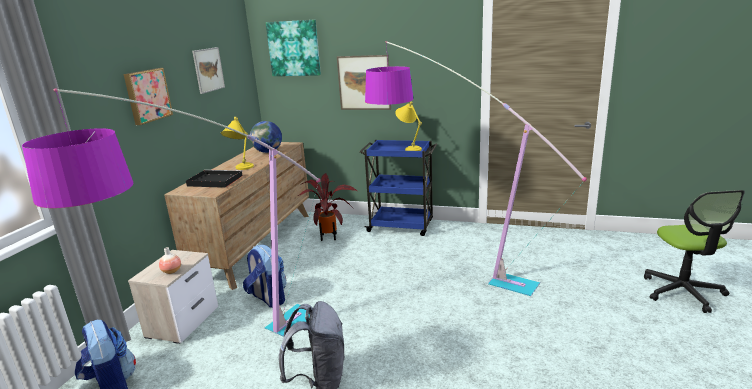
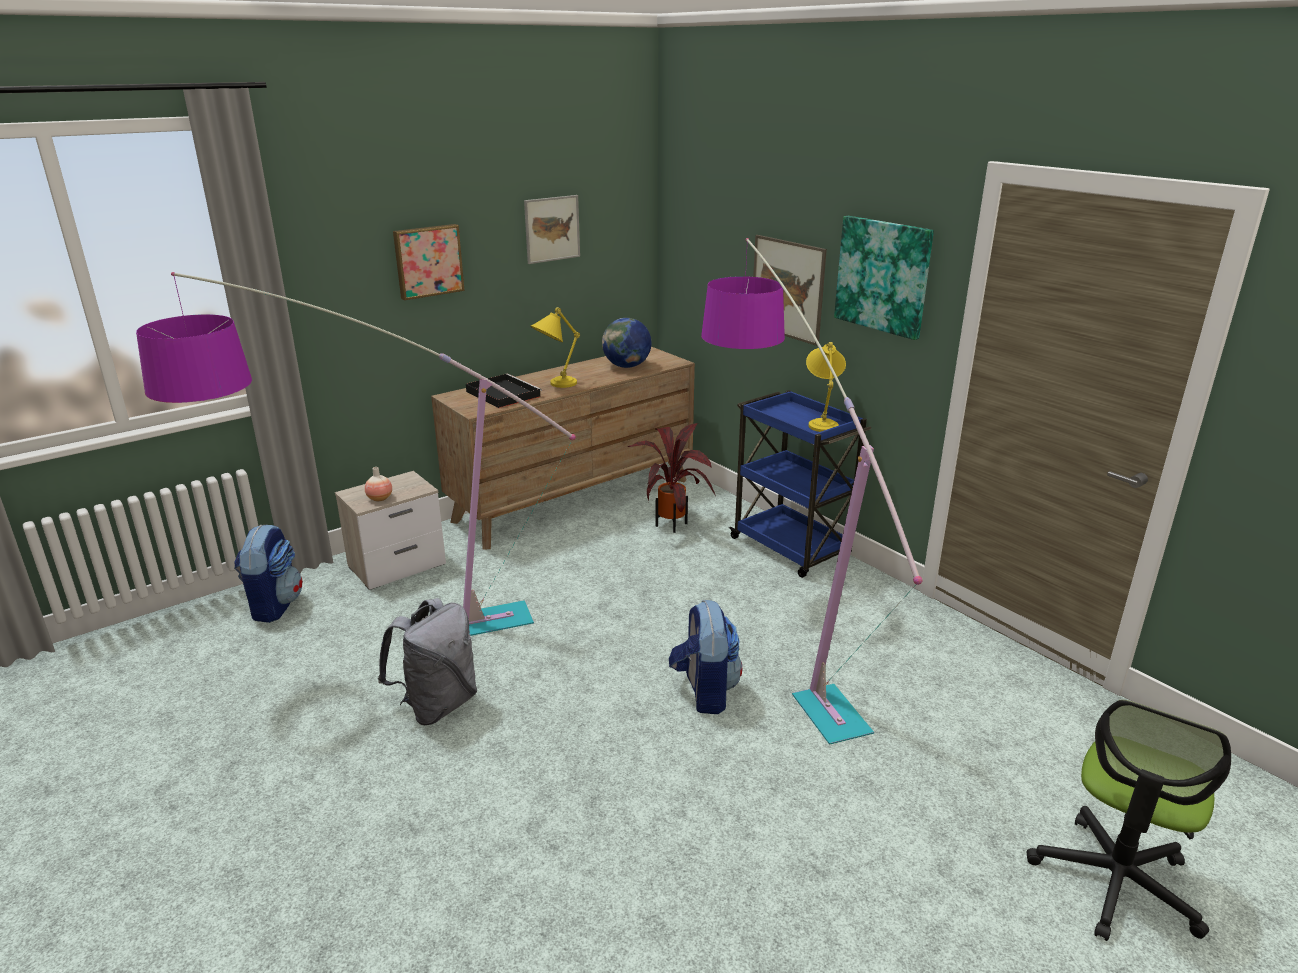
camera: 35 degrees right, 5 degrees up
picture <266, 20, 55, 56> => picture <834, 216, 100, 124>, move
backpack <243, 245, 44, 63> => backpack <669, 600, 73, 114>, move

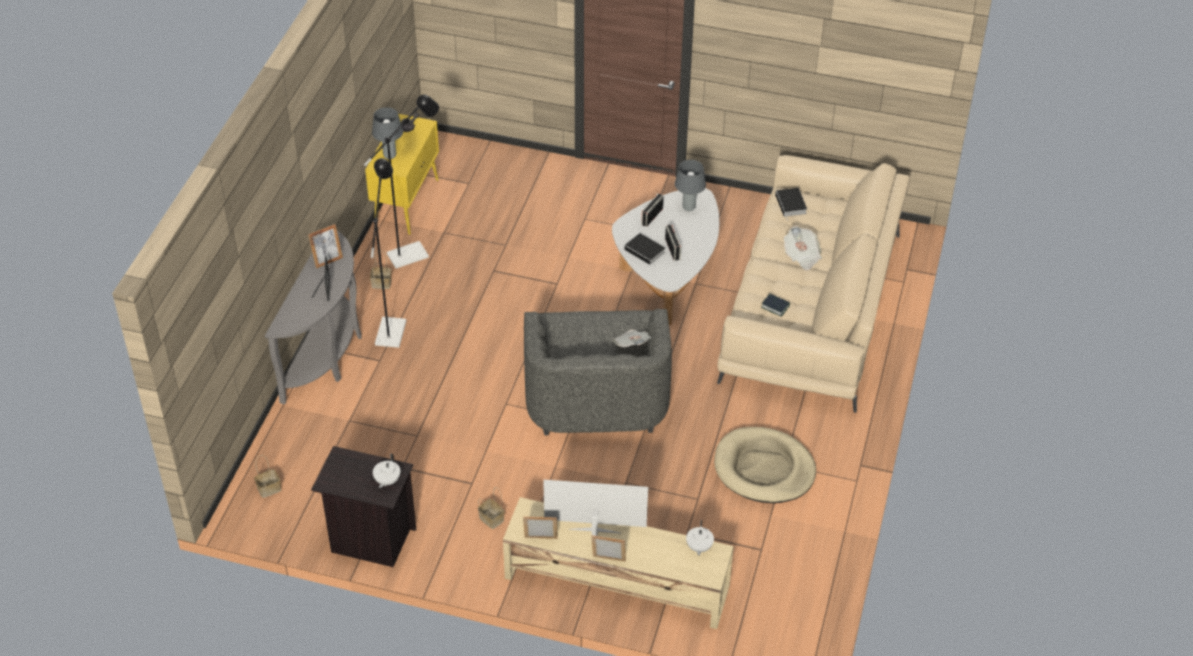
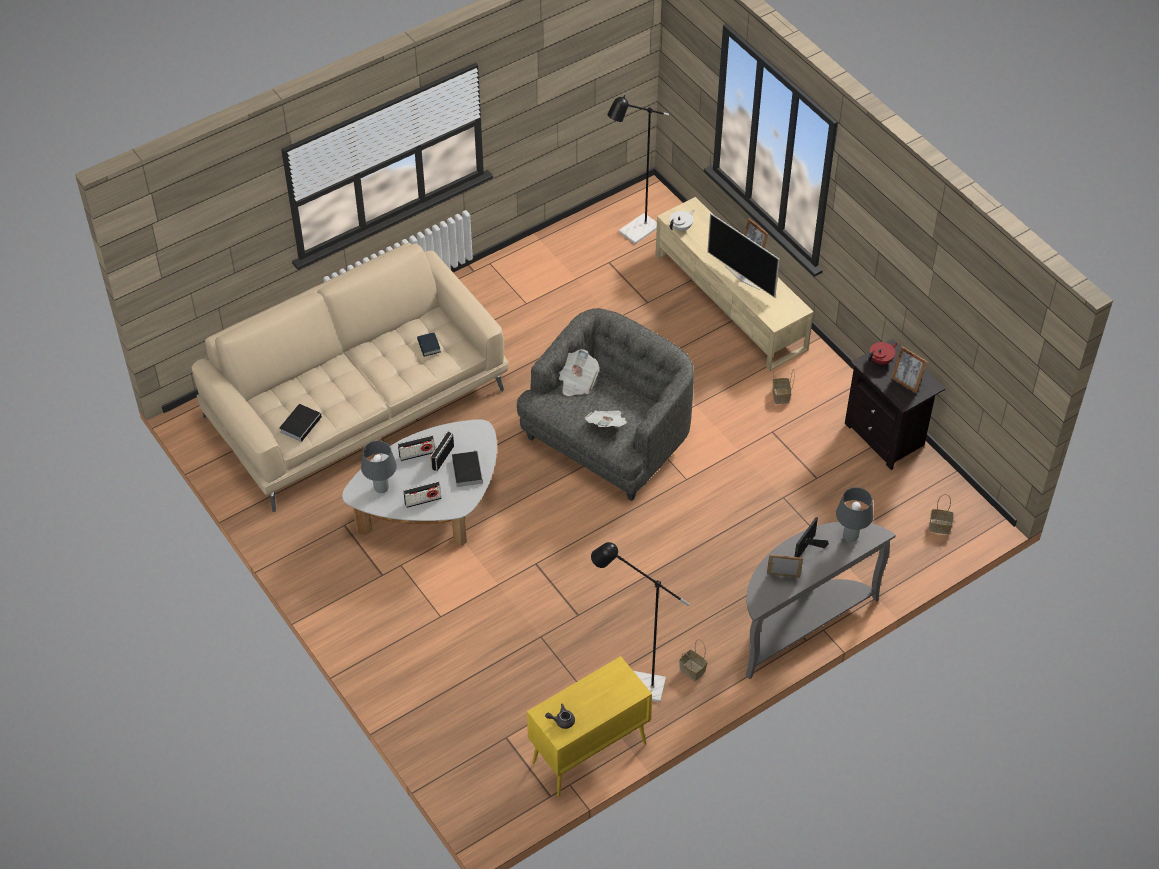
camera: 140 degrees left, 5 degrees up
grey table lamp <372, 107, 31, 52> => grey table lamp <836, 487, 37, 55>, move
black floor lamp <371, 158, 35, 190> => black floor lamp <607, 95, 62, 149>, move
newspaper <784, 226, 38, 45> => newspaper <585, 410, 42, 17>, move
beige dog bed <714, 427, 102, 76> => nothing
white teapot <373, 454, 27, 34> => red teapot <868, 342, 30, 23>
picture frame <523, 517, 35, 22> => picture frame <891, 346, 36, 47>, move
nothing => radio <398, 435, 37, 26>

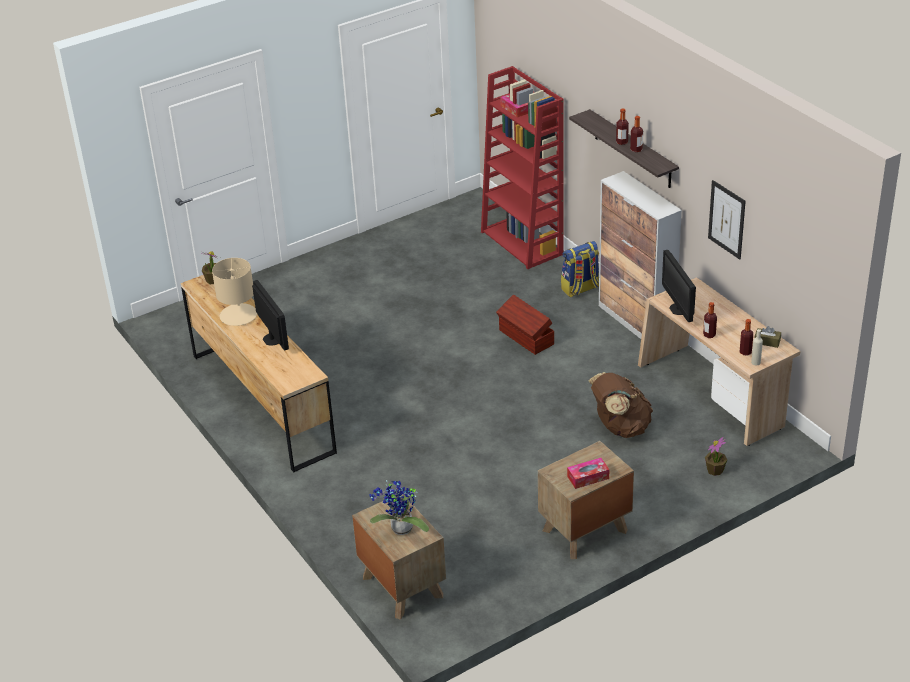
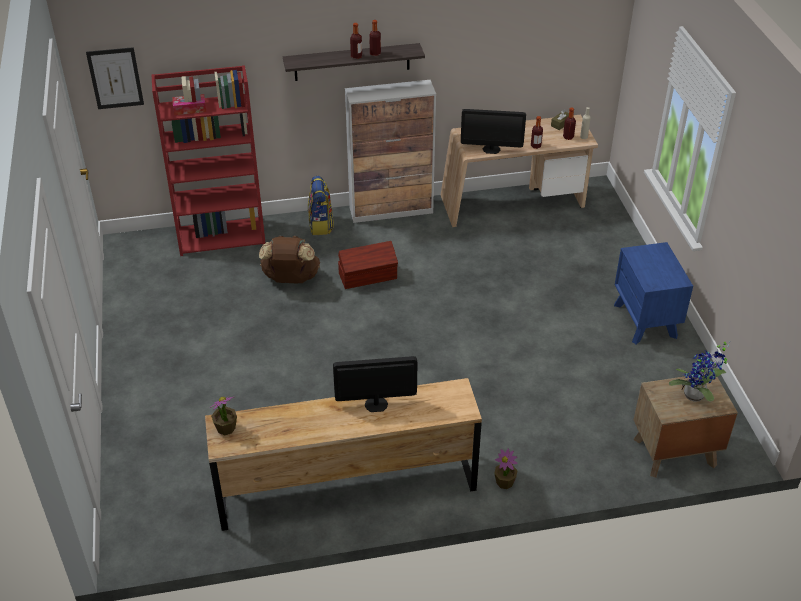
camera: 70 degrees left, 5 degrees up
picture <708, 180, 38, 80> => picture <86, 47, 58, 62>, move
beige table lamp <212, 258, 45, 68> => nothing
brown backpack <589, 372, 64, 66> => brown backpack <259, 236, 61, 47>, move
potted plant <705, 437, 22, 39> => potted plant <494, 449, 24, 40>, move
brown nightstand <538, 441, 96, 118> => blue nightstand <614, 242, 79, 102>
tissue box <567, 458, 42, 31> => nothing

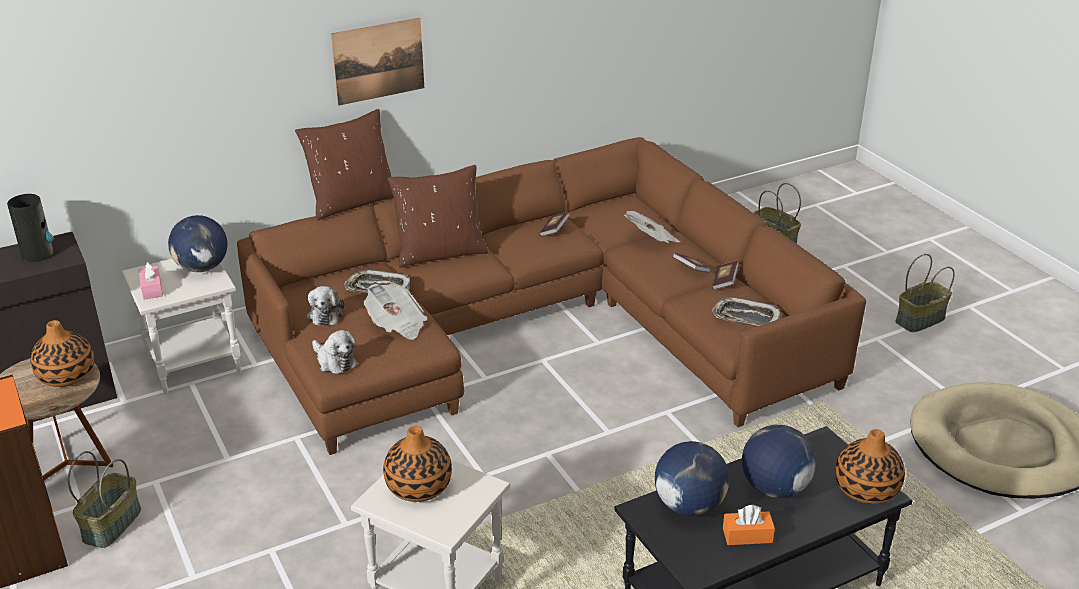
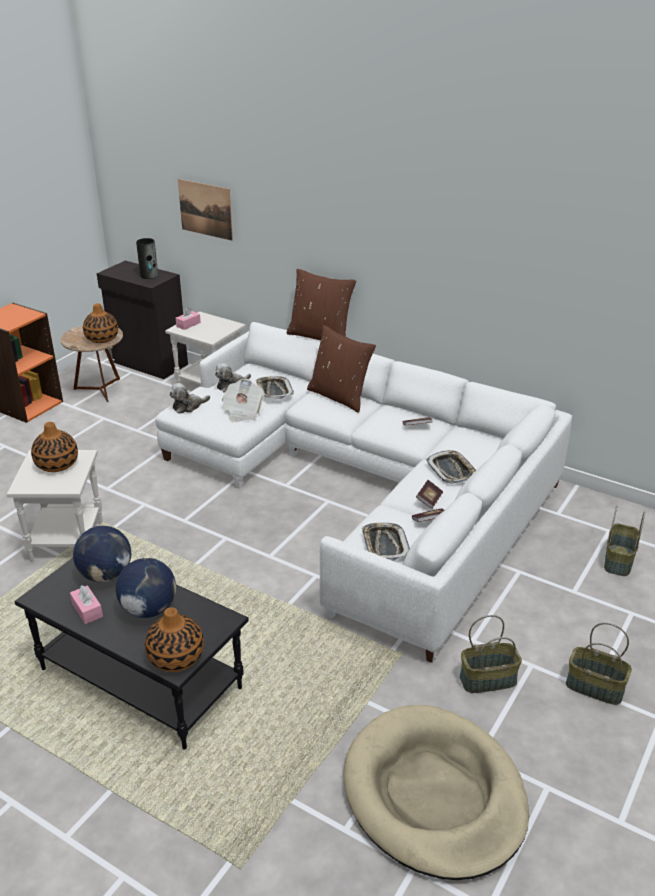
camera: 60 degrees right, 0 degrees up
picture <331, 17, 93, 89> => picture <178, 179, 55, 62>, move
brown sofa <237, 137, 629, 318> => white sofa <155, 322, 417, 341>
newspaper <624, 211, 56, 32> => tray <426, 450, 50, 34>
globe <168, 215, 60, 57> => nothing
plush toy <312, 330, 45, 44> => plush toy <169, 383, 41, 31>, 45 degrees clockwise
basket <68, 451, 73, 97> => basket <460, 615, 62, 78>, move
orange tissue box <723, 505, 52, 40> => pink tissue box <70, 585, 33, 39>

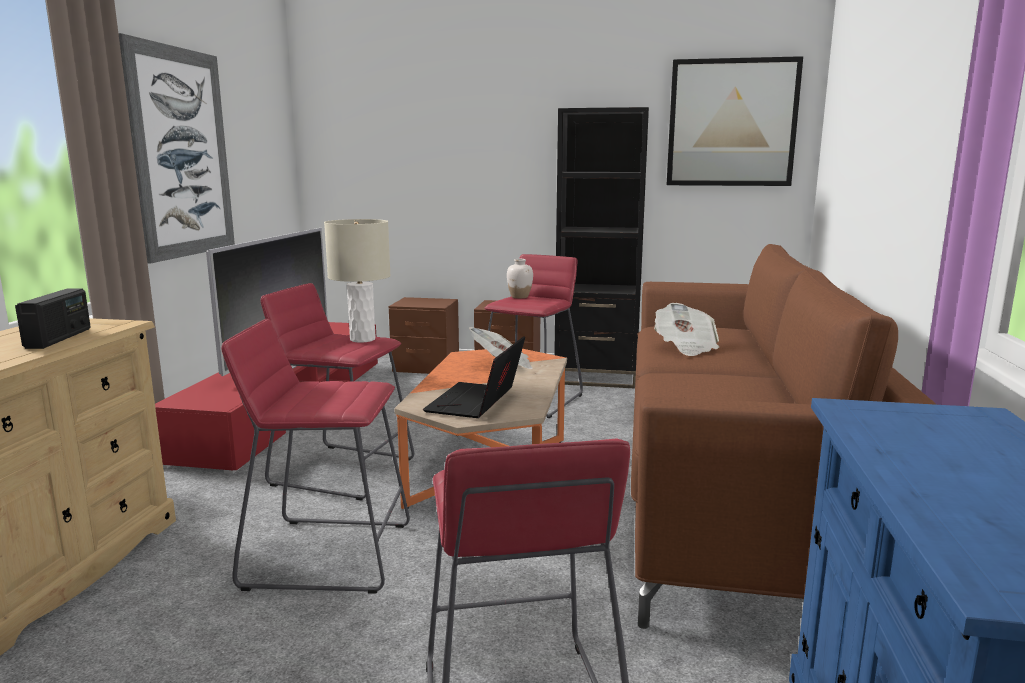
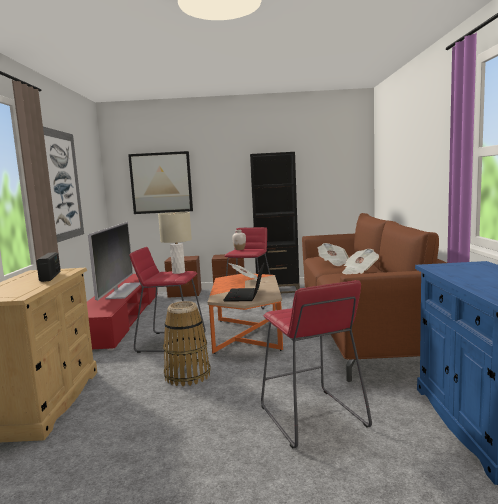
camera: 10 degrees left, 5 degrees down
picture <667, 56, 136, 130> => picture <128, 151, 65, 63>, move
red stool <221, 319, 189, 275> => basket <163, 301, 48, 85>
nothing => newspaper <342, 249, 37, 25>

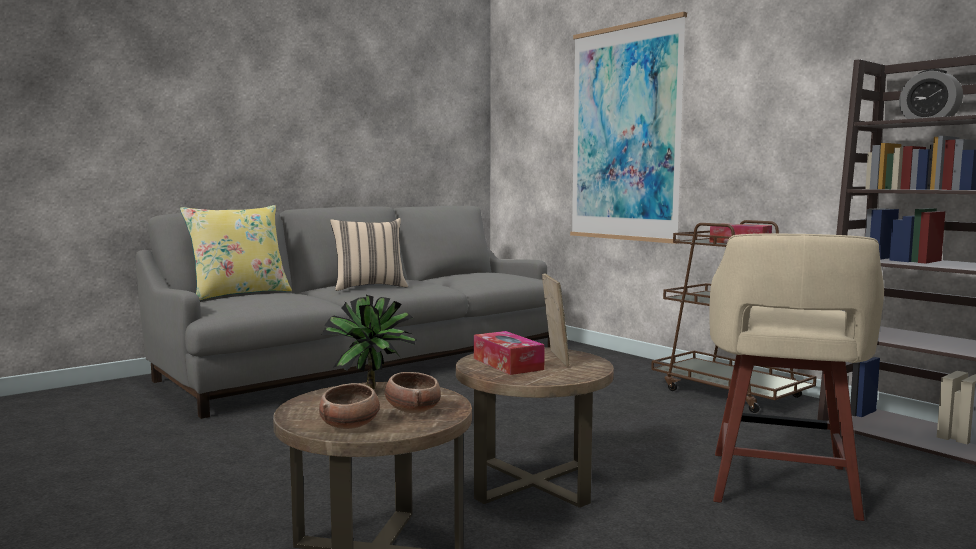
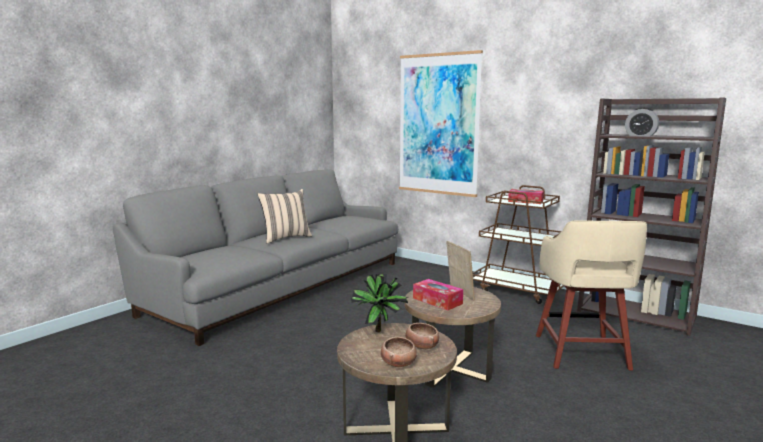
camera: 15 degrees left, 5 degrees up
yellow pillow <180, 205, 112, 95> => nothing

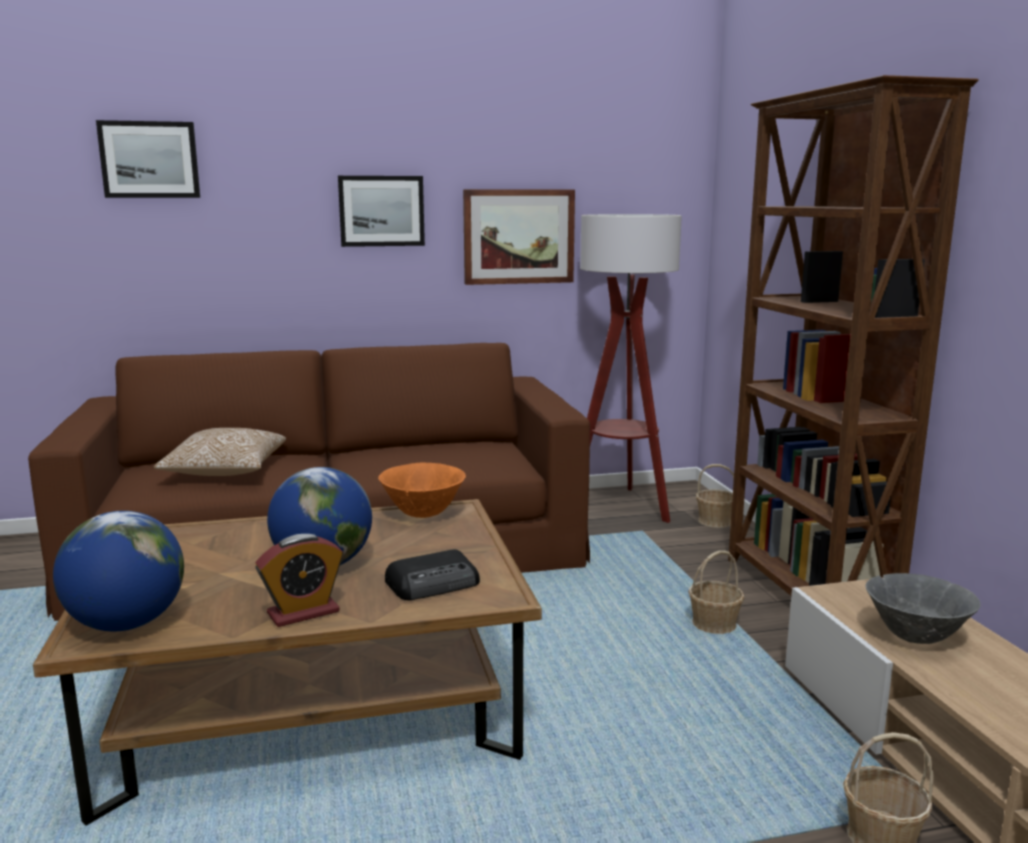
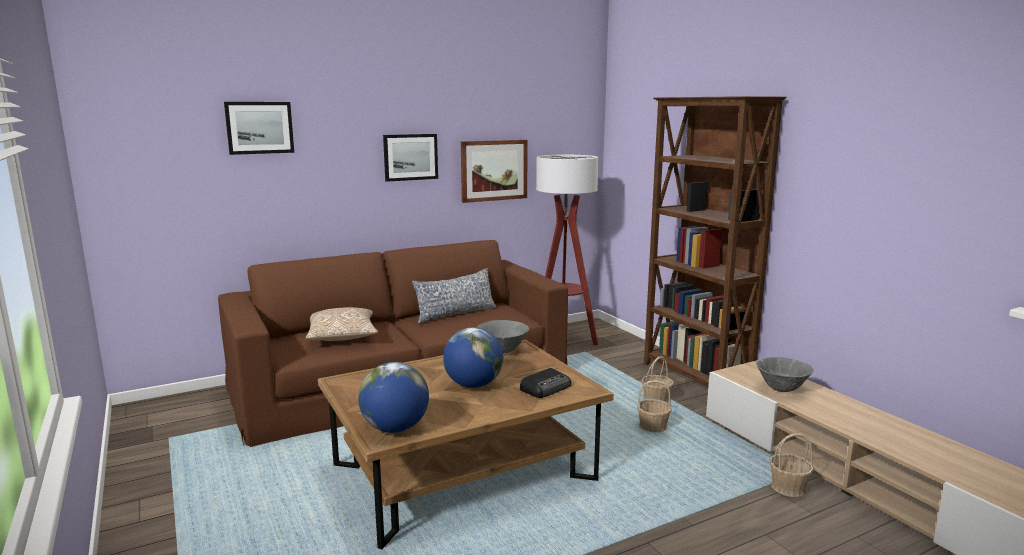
camera: 15 degrees left, 0 degrees up
orange bowl <378, 463, 88, 55> => grey bowl <477, 320, 52, 33>
basket <696, 464, 38, 64> => basket <637, 380, 35, 52>, move
alarm clock <255, 534, 88, 93> => nothing
nothing => pillow <412, 268, 85, 56>

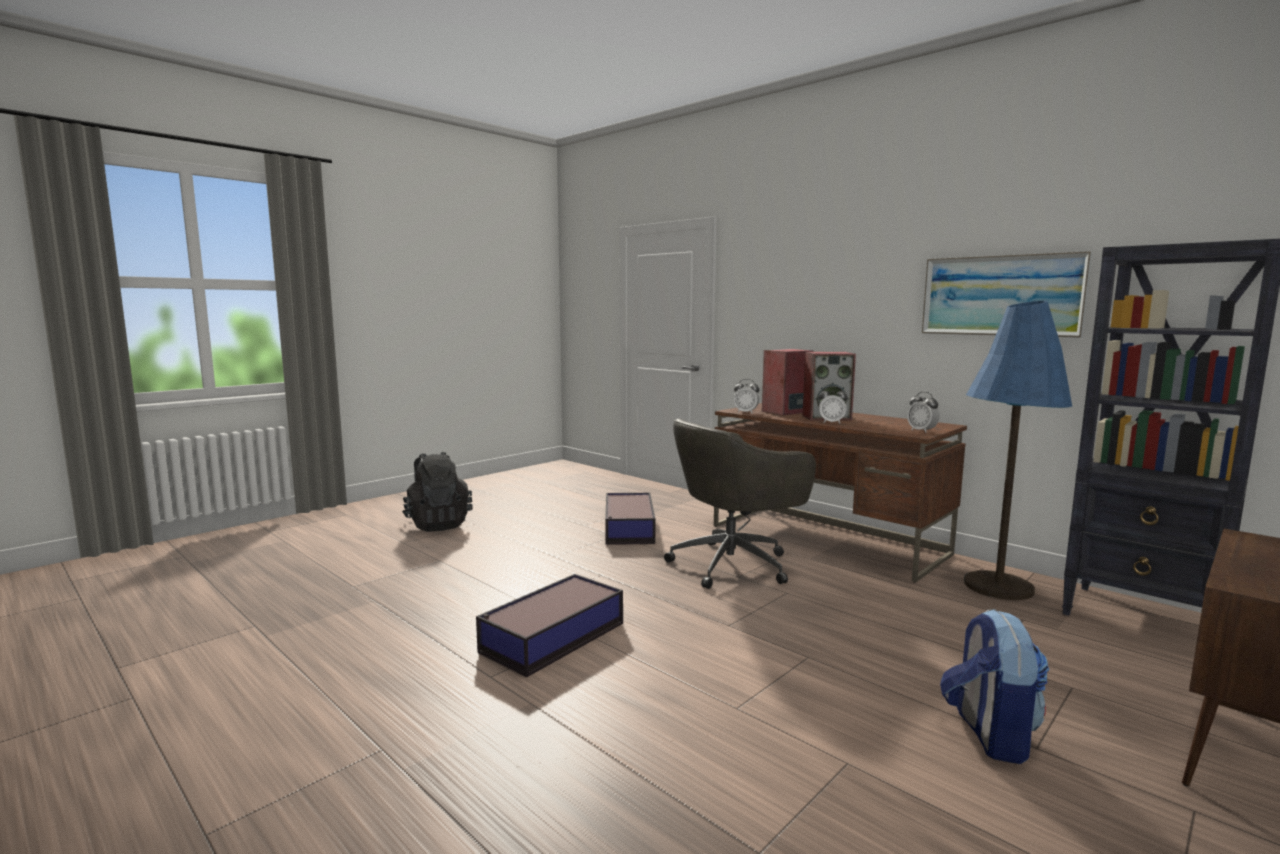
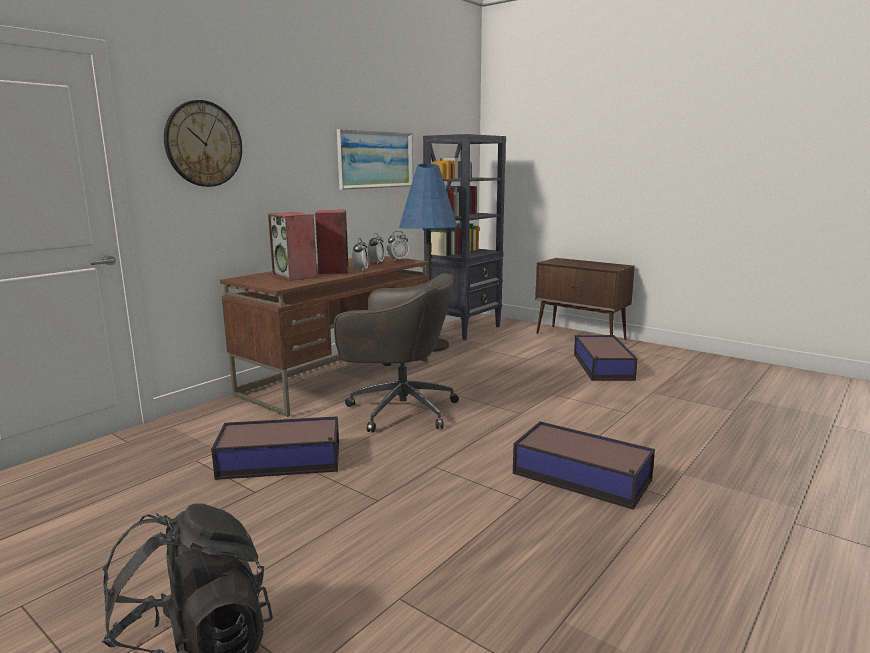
camera: 95 degrees left, 5 degrees up
alarm clock <734, 379, 25, 35> => alarm clock <368, 233, 17, 31>, move
grey office chair <664, 419, 152, 170> => grey office chair <334, 273, 125, 159>, 45 degrees counterclockwise
backpack <940, 609, 110, 155> => storage box <574, 335, 64, 46>
nothing => wall clock <164, 100, 78, 87>

